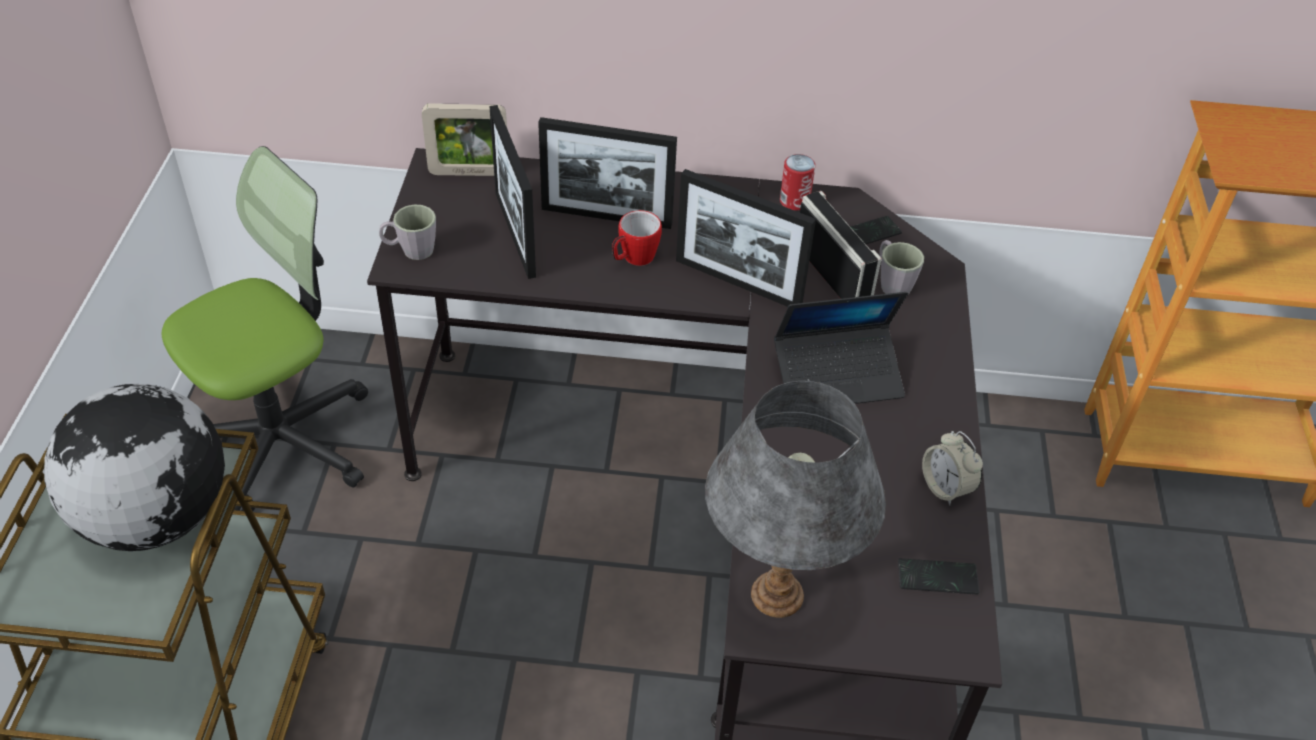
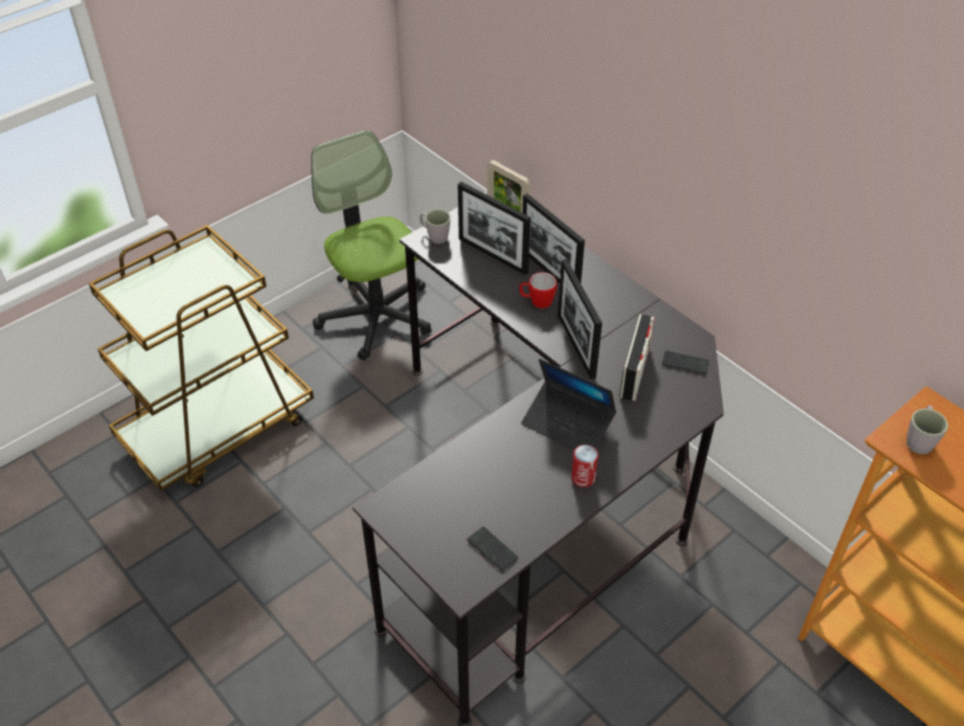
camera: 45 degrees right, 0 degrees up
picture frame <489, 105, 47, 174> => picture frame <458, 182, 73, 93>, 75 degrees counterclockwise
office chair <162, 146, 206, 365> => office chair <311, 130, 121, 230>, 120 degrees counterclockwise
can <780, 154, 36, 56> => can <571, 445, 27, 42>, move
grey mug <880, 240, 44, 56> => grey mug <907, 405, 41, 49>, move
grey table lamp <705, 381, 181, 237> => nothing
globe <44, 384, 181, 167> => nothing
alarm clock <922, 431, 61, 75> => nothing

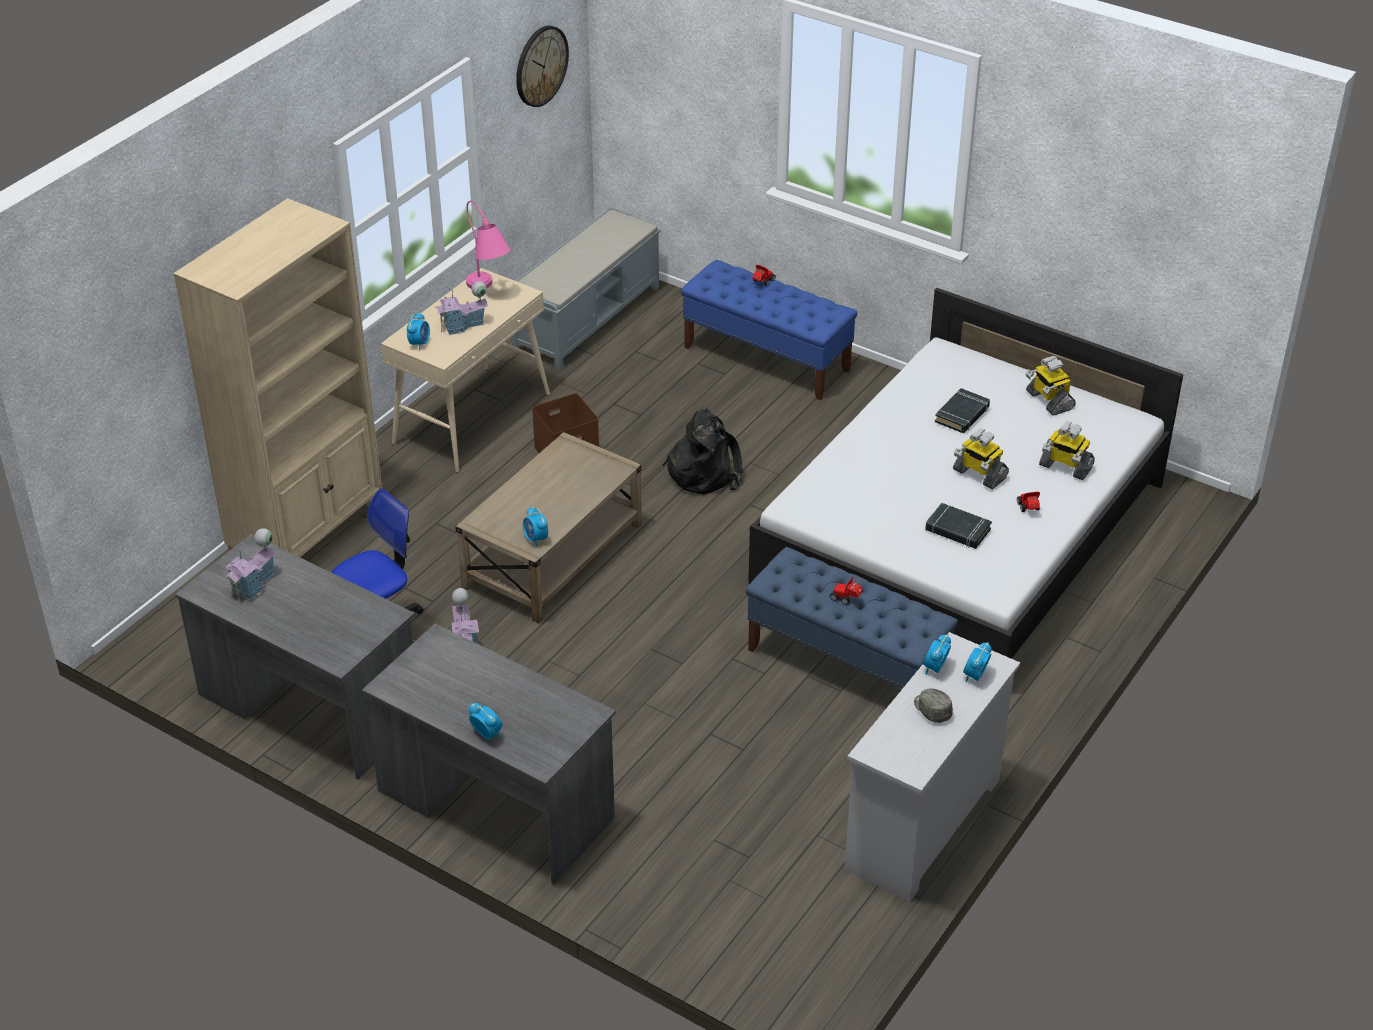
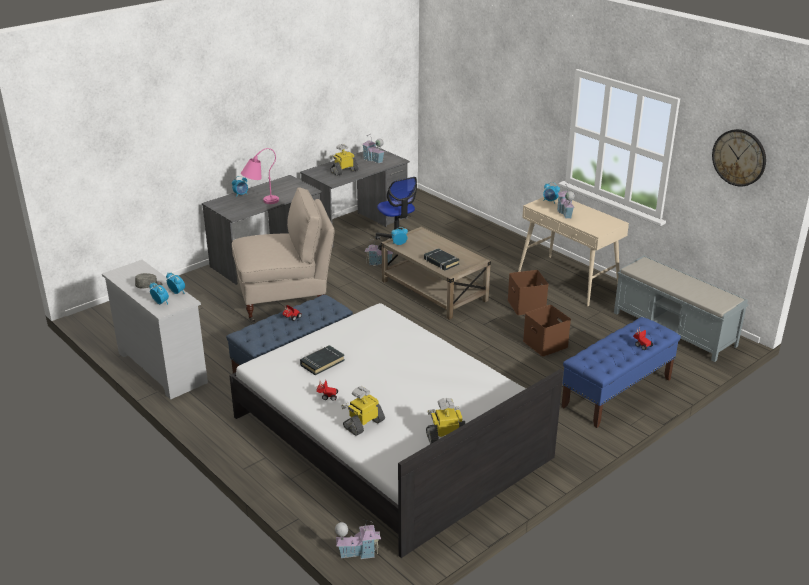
camera: 105 degrees right, 10 degrees down
beige bookcase <173, 198, 209, 359> => nothing
pink table lamp <466, 200, 45, 89> => pink table lamp <241, 148, 38, 56>, move
black book <935, 388, 55, 45> => black book <424, 248, 36, 22>, move
black backpack <663, 409, 80, 86> => nothing
toy robot <953, 429, 56, 60> => toy robot <330, 144, 29, 32>, move
nothing => beige chair <232, 187, 102, 135>
nothing => brown storage box <523, 305, 48, 51>
nothing => toy house <335, 519, 46, 40>

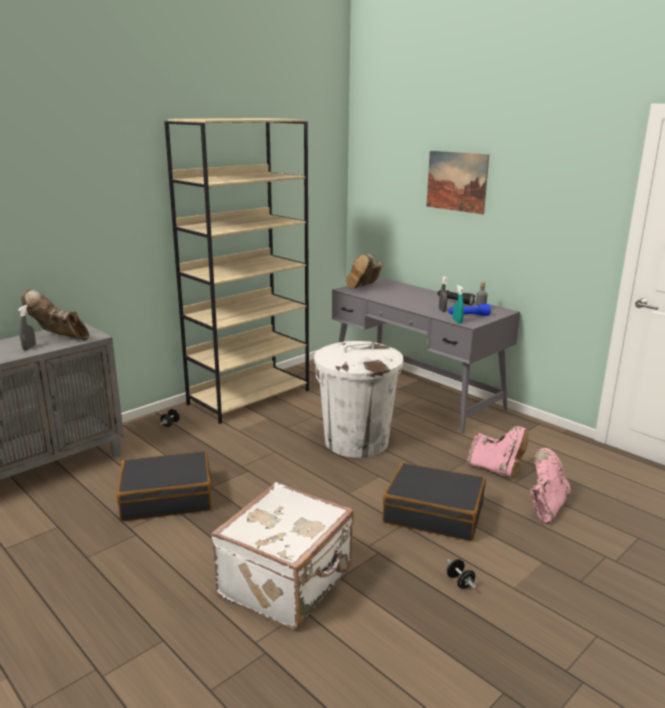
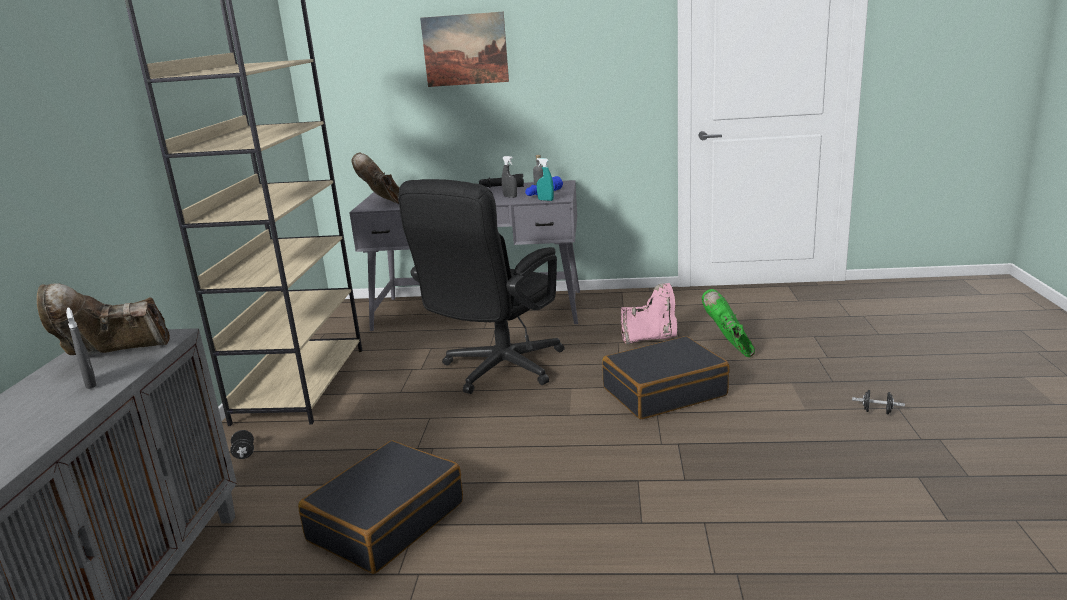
camera: 40 degrees left, 0 degrees up
brown boot <346, 254, 37, 34> => brown boot <351, 153, 48, 51>, 150 degrees clockwise
white trash can <314, 341, 90, 117> => black office chair <398, 179, 166, 215>
pink boot <530, 448, 41, 76> => green boot <702, 289, 53, 68>
white suitcase <211, 482, 143, 147> => nothing
black dumbbell <447, 559, 30, 30> => black dumbbell <852, 390, 53, 24>, move

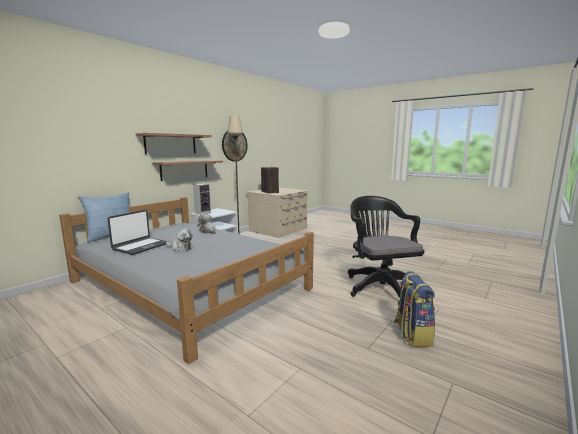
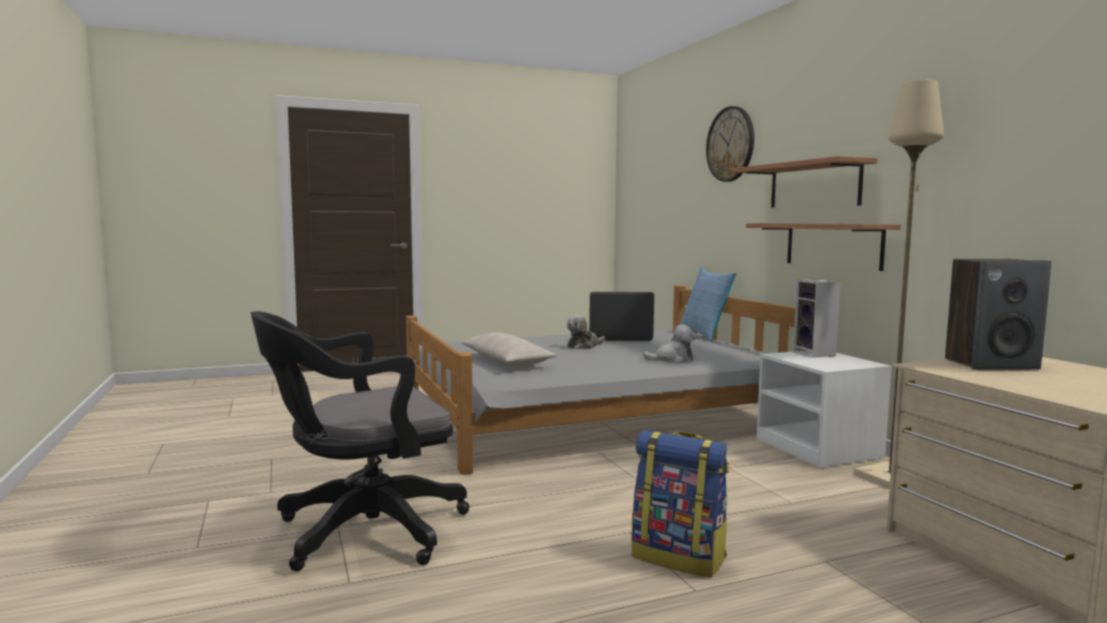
camera: 120 degrees right, 5 degrees down
wall clock <222, 131, 25, 31> => wall clock <706, 106, 48, 76>, move
black office chair <348, 196, 76, 109> => black office chair <251, 311, 219, 260>, 135 degrees clockwise
laptop <107, 210, 62, 45> => laptop <589, 292, 65, 49>, 120 degrees clockwise
backpack <394, 271, 41, 76> => backpack <632, 430, 97, 147>, move
nothing => beige pillow <461, 332, 96, 35>

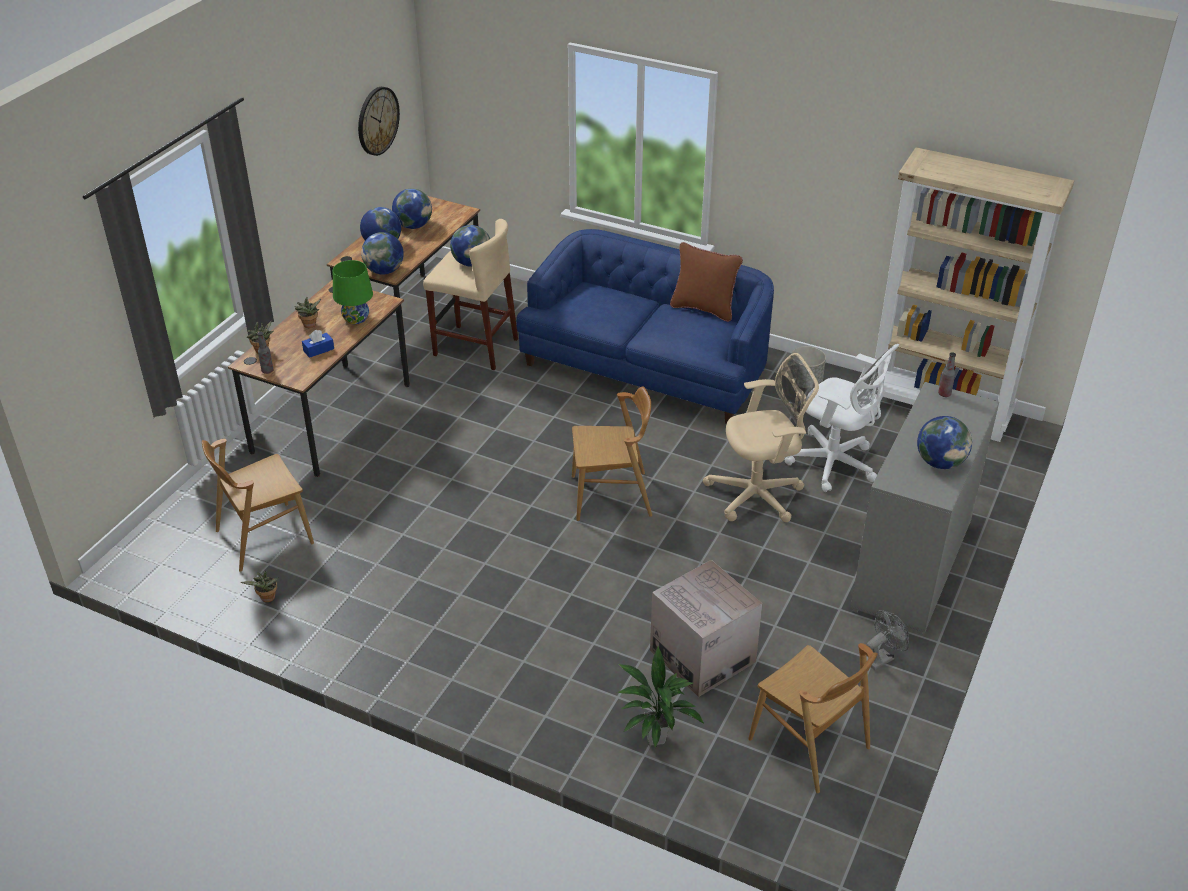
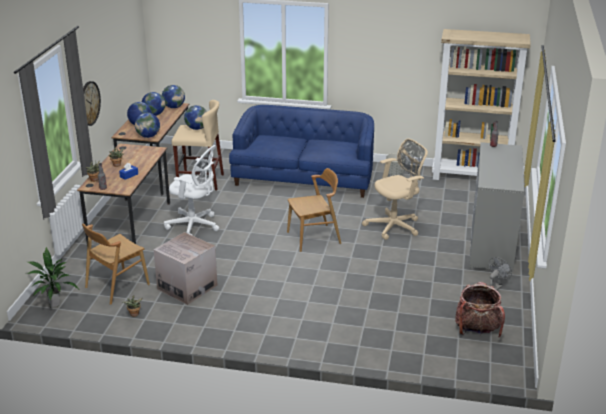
camera: 15 degrees left, 10 degrees down
wall clock <358, 87, 42, 69> => wall clock <83, 81, 18, 45>, move
brown pillow <670, 242, 73, 80> => nothing
green table lamp <333, 260, 40, 64> => nothing
white office chair <784, 344, 115, 148> => white office chair <164, 145, 55, 91>, move
globe <917, 416, 55, 53> => globe <162, 85, 23, 23>, move
cardboard box <650, 560, 113, 137> => cardboard box <153, 232, 65, 73>, move
brown chair <748, 643, 130, 150> => backpack <455, 282, 50, 55>
potted plant <617, 646, 88, 102> => potted plant <27, 247, 52, 60>, move

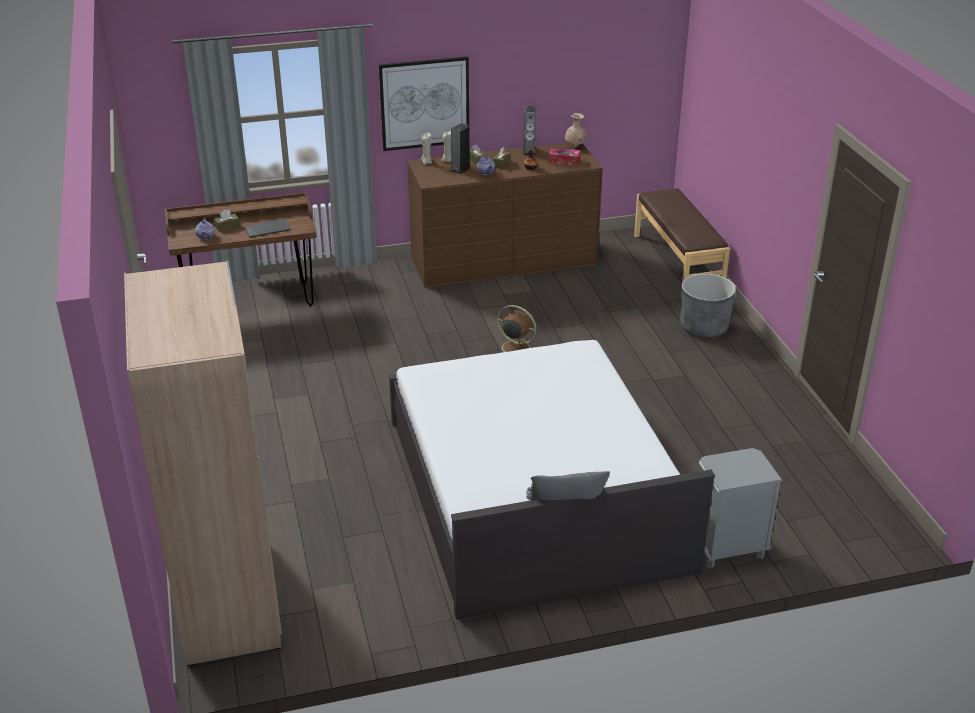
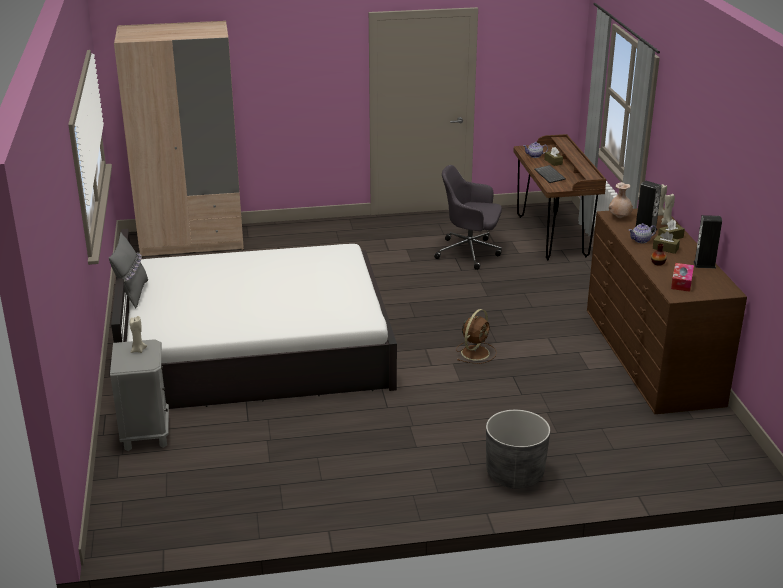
camera: 95 degrees right, 5 degrees down
picture <379, 56, 91, 95> => nothing
beige vase <565, 113, 21, 34> => beige vase <609, 182, 24, 36>, move
brown bench <634, 188, 96, 104> => nothing
nothing => grey office chair <434, 165, 68, 105>
nothing => beige candle <129, 316, 18, 37>

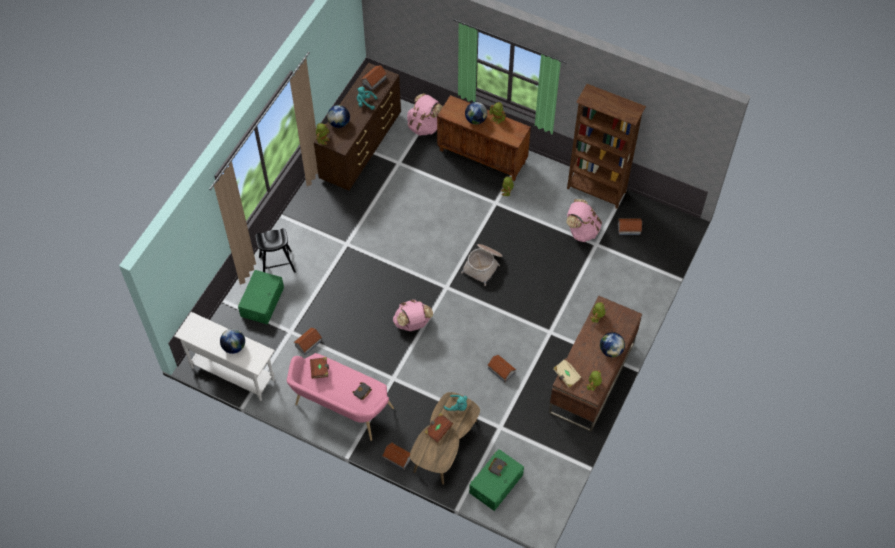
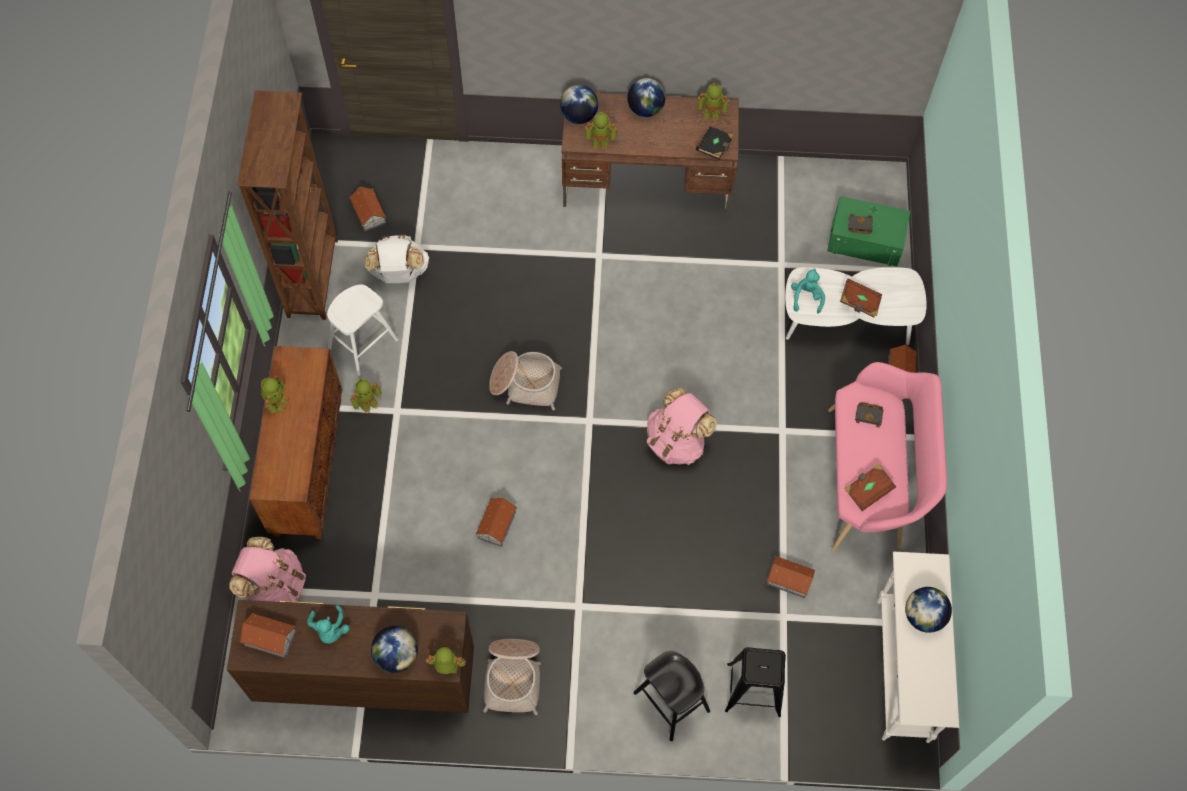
camera: 115 degrees left, 5 degrees up
globe <465, 102, 22, 22> => globe <560, 85, 38, 39>, move
pink backpack <566, 199, 36, 43> => white backpack <364, 235, 65, 48>
green storage box <238, 270, 46, 54> => black stool <725, 647, 61, 70>
toy house <488, 355, 28, 27> => toy house <476, 498, 41, 49>, move
beige book <553, 358, 29, 30> => black book <696, 126, 37, 34>
brown coffee table <410, 392, 70, 93> => white coffee table <785, 267, 142, 78>
nothing => white stool <327, 285, 71, 91>
nothing => basket <483, 639, 58, 76>

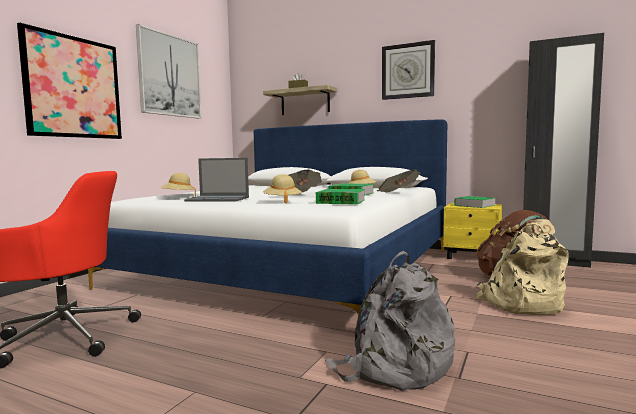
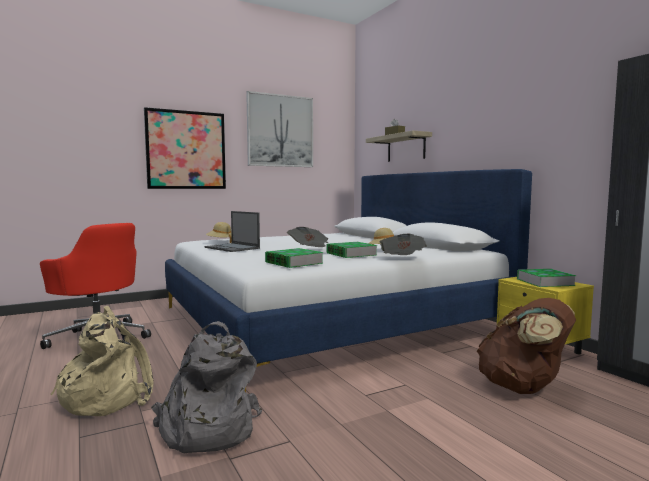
camera: 35 degrees right, 0 degrees up
wall clock <382, 40, 53, 60> => nothing
beige hat <263, 174, 39, 30> => nothing
beige backpack <476, 223, 93, 92> => beige backpack <51, 306, 103, 110>, move

